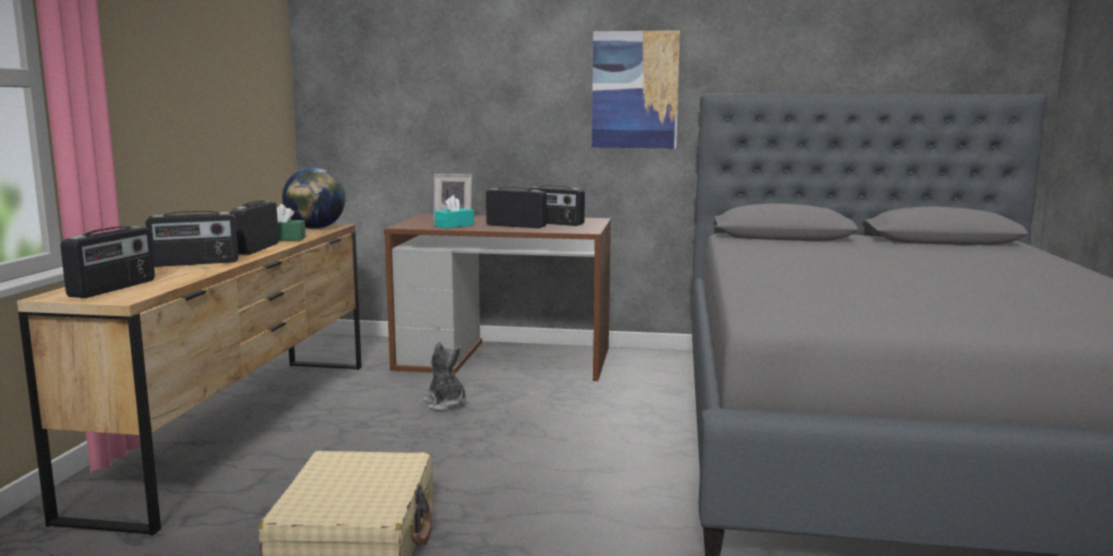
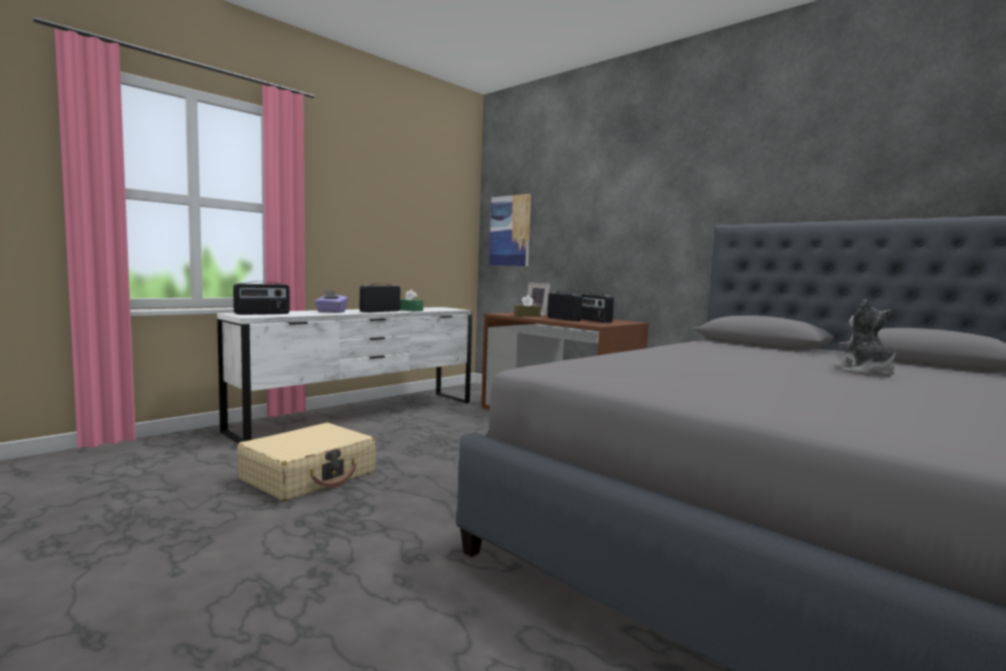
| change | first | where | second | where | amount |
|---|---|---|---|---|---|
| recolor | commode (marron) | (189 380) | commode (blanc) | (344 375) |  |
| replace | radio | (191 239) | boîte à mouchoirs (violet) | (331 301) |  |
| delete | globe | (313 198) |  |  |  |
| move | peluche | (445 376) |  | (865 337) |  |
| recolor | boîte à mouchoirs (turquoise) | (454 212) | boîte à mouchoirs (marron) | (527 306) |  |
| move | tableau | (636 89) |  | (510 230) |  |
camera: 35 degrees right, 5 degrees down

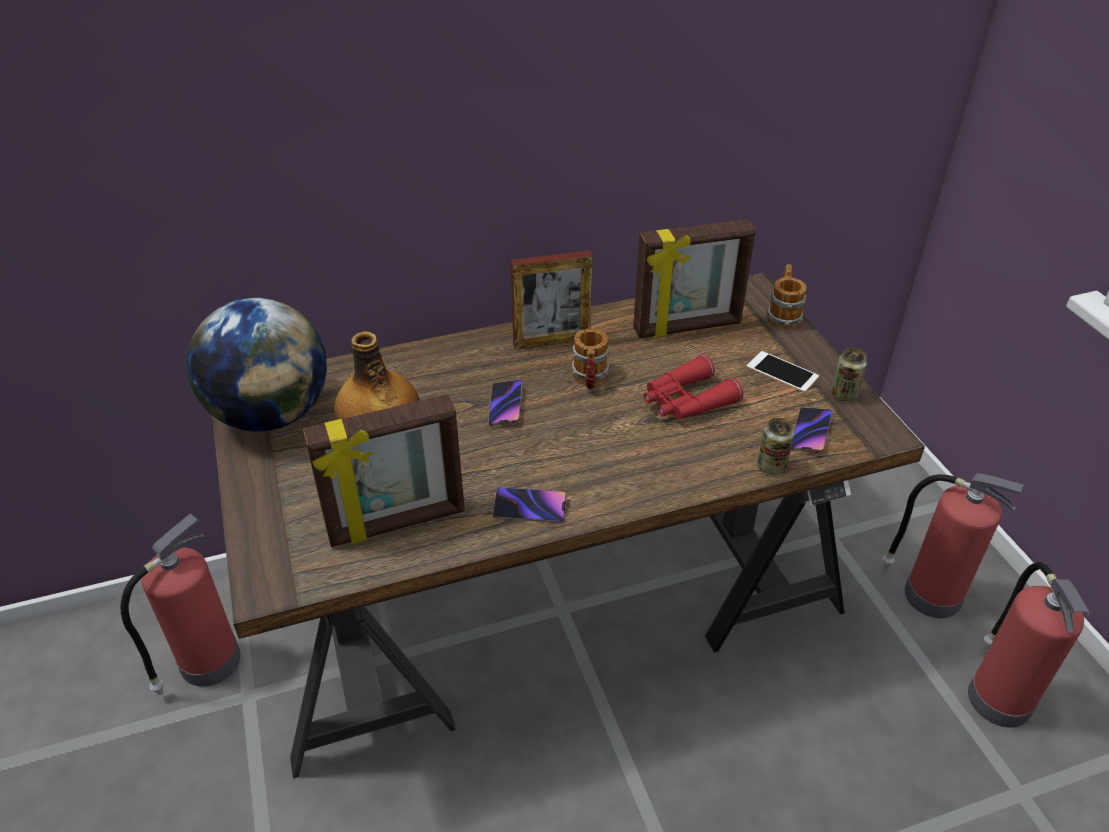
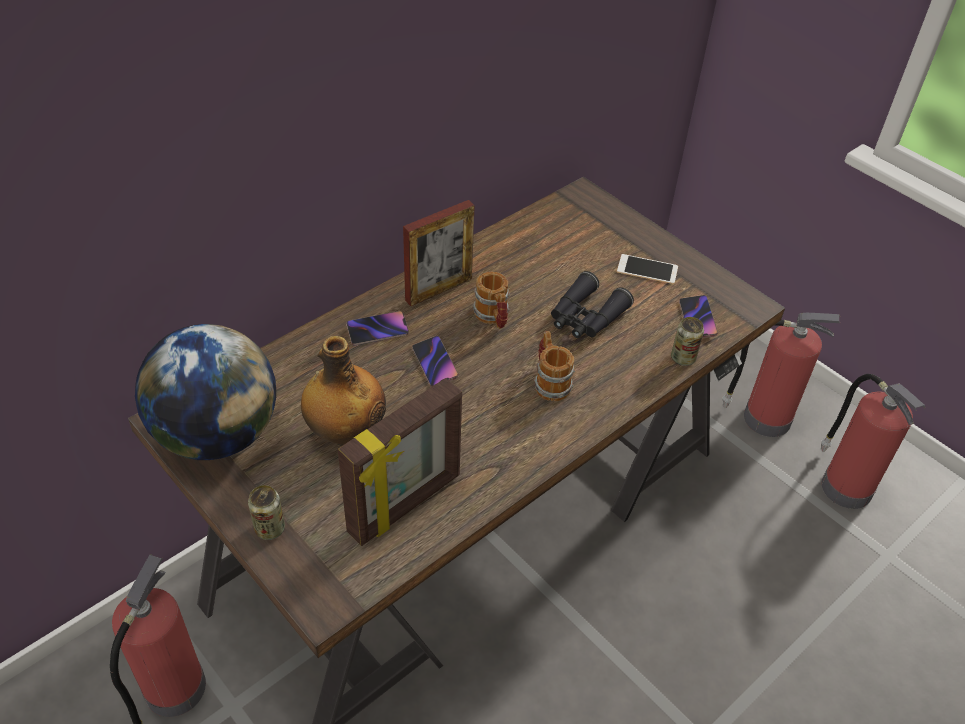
| change | first | where | second | where | amount |
|---|---|---|---|---|---|
| move | téléphone | (530 505) |  | (377 328) |  |
| delete | cadre photo | (694 278) |  |  |  |
| recolor | jumelles (rouge) | (693 387) | jumelles (noir) | (592 304) |  |
| move | mug | (787 296) |  | (554 366) |  |
| move | boîte métallique | (849 374) |  | (266 512) |  |
camera: 25 degrees left, 5 degrees up

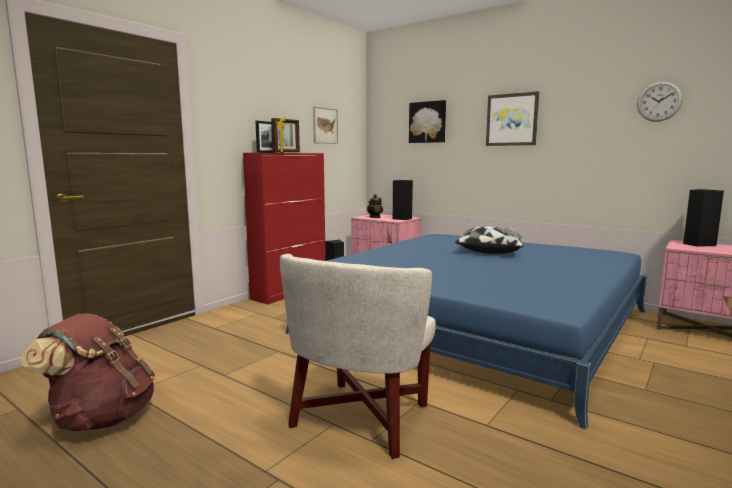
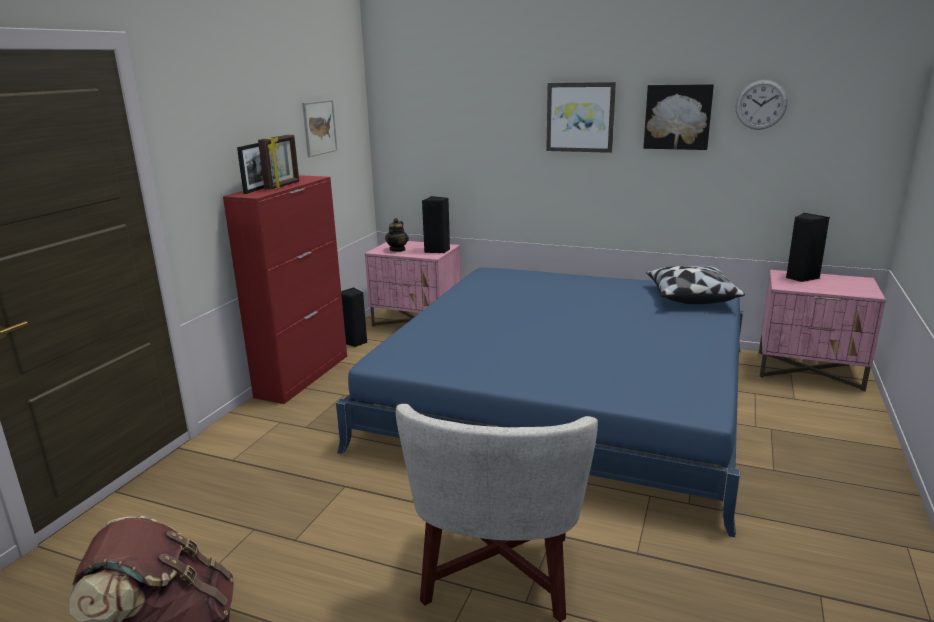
| change | first | where | second | where | amount |
|---|---|---|---|---|---|
| move | tableau | (427 121) |  | (679 117) |  |
| move | coussin | (489 240) |  | (695 285) |  |
camera: 15 degrees left, 10 degrees up

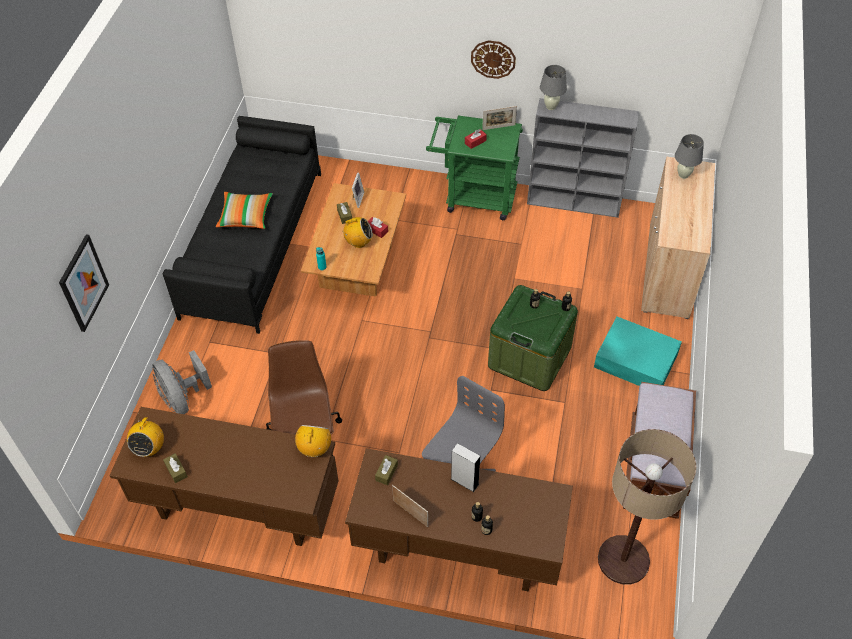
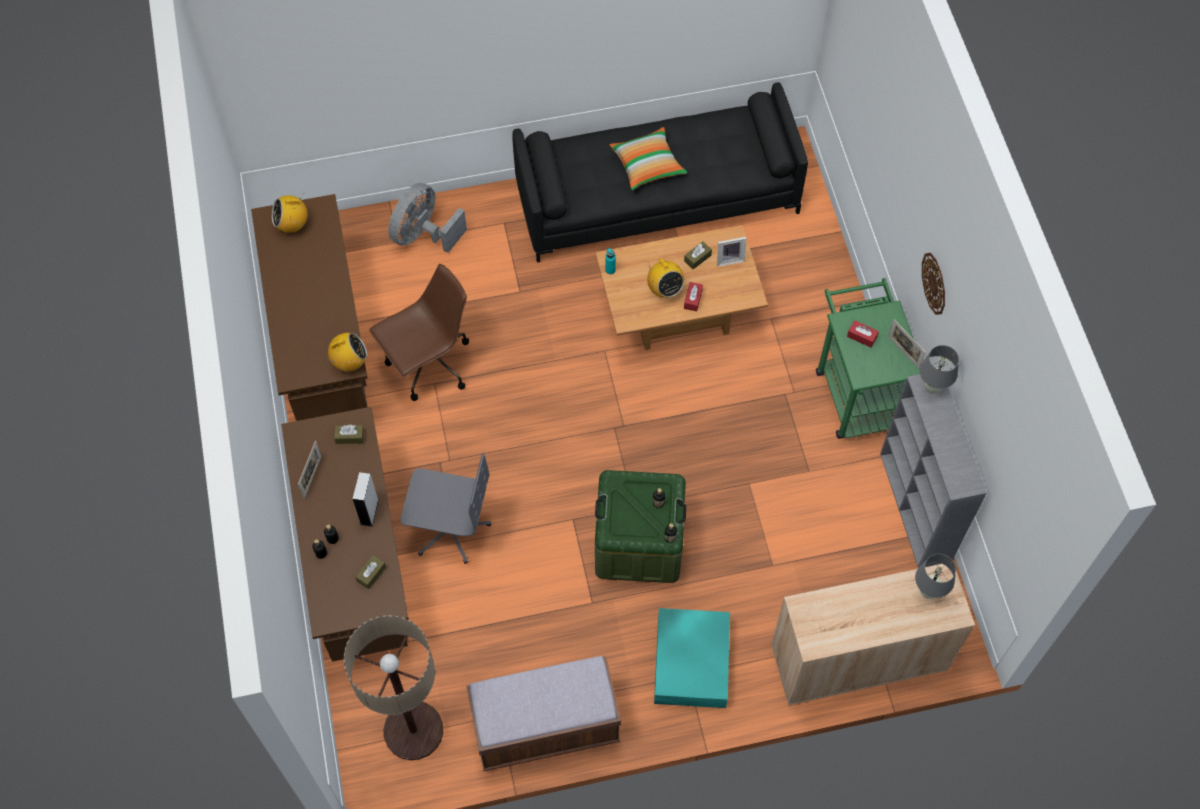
| change | first | where | second | where | amount |
|---|---|---|---|---|---|
| delete | tableau | (84 283) |  |  |  |
| move | boîte à mouchoirs (marron) | (175 468) |  | (370 572) |  |
camera: 65 degrees right, 10 degrees up

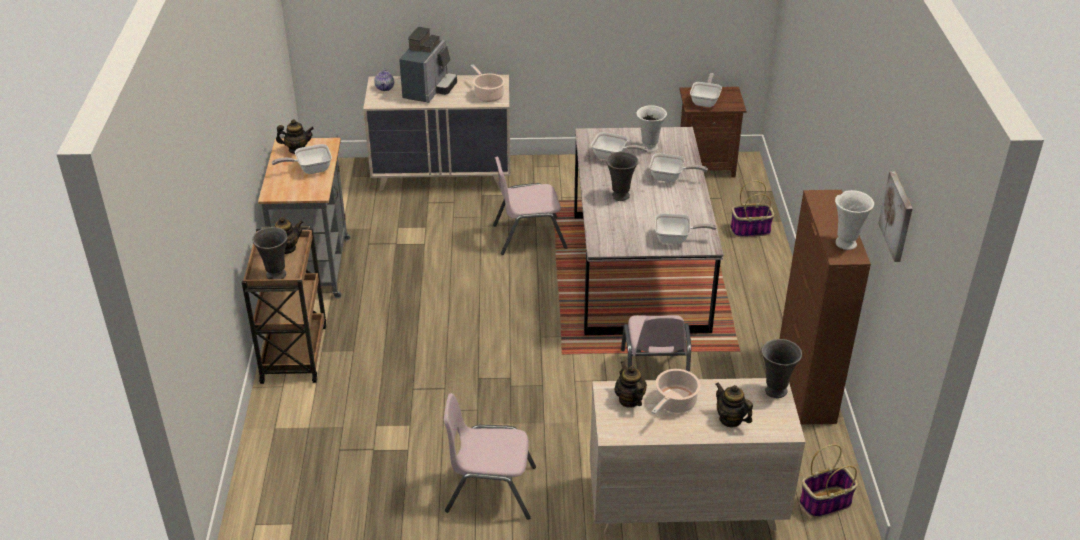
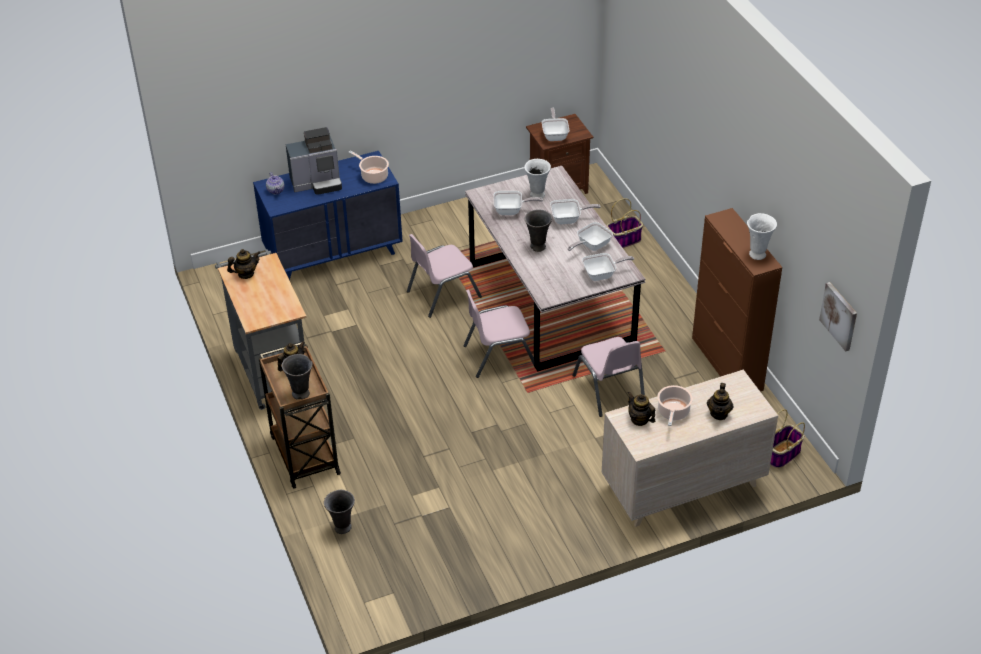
| change | first | where | second | where | amount |
|---|---|---|---|---|---|
| move | poêle | (302 159) |  | (590 236) |  |
| recolor | commode (beige) | (437 133) | commode (bleu) | (328 215) |  |
| rotate | machine à café | (428 65) |  | (314 161) | 75 degrees clockwise |
| move | chaise (rose) | (490 456) |  | (499 334) |  |
| rotate | théière | (734 404) |  | (720 401) | 105 degrees counterclockwise |
| move | vase (gris) | (781 368) |  | (339 512) |  |
| move | tableau | (895 217) |  | (838 317) |  |
camera: 20 degrees left, 5 degrees up

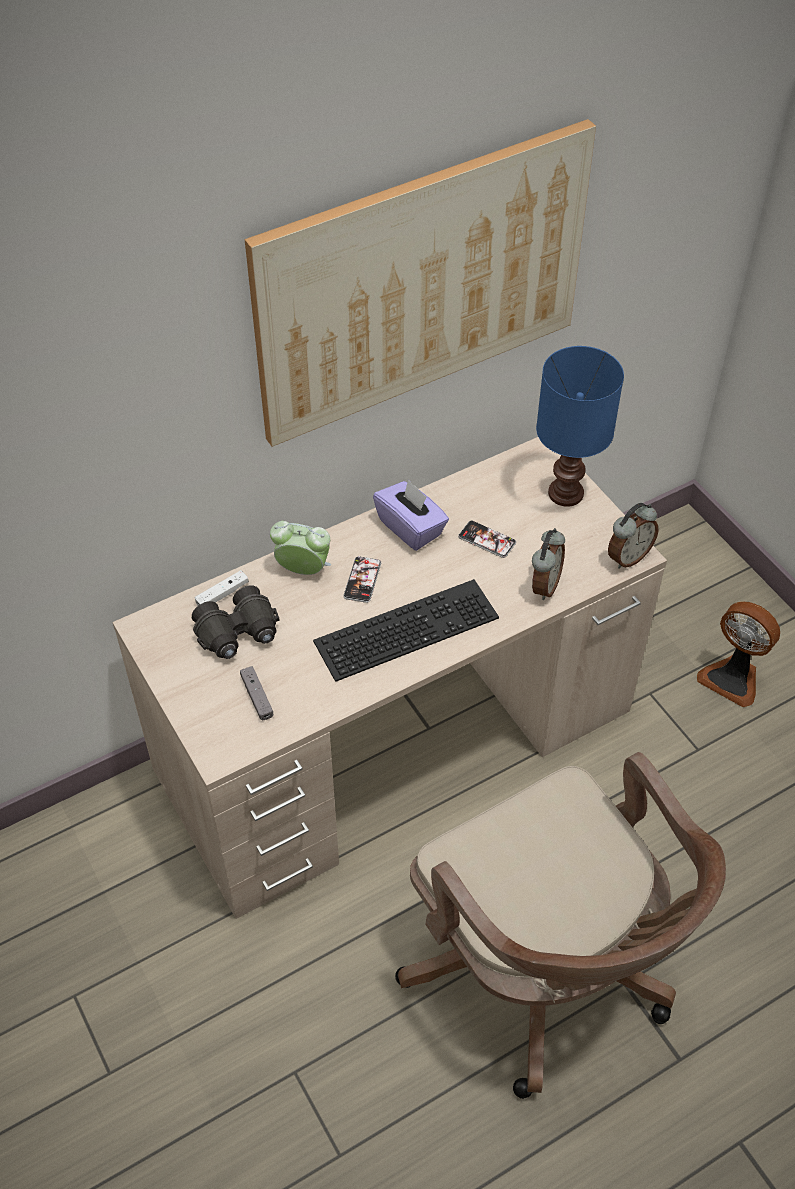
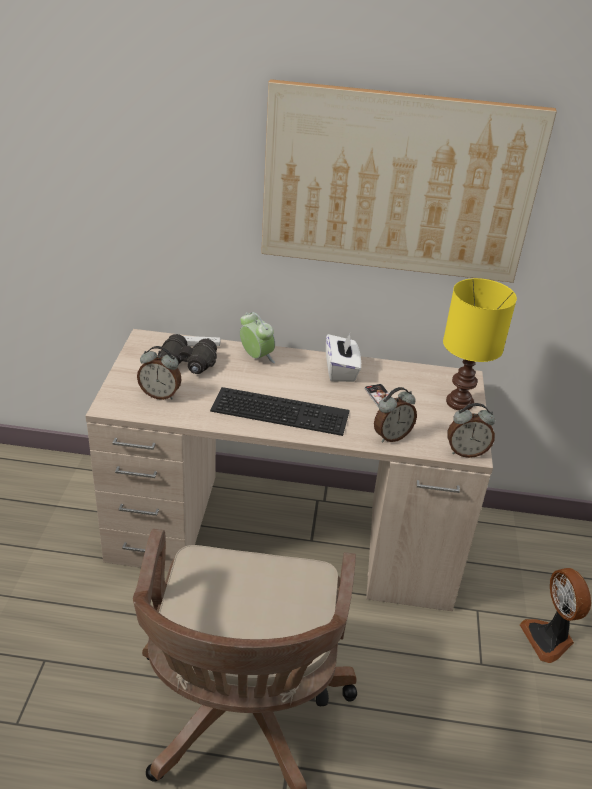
| change | first | where | second | where | amount |
|---|---|---|---|---|---|
| replace | manette (gris) | (256 693) | réveil | (159 373) |  |
| delete | téléphone | (362 579) |  |  |  |
| recolor | boîte à mouchoirs (violet) | (411 515) | boîte à mouchoirs (blanc) | (343 357) |  |
| recolor | lampe de table (bleu) | (580 426) | lampe de table (jaune) | (480 344) |  |
camera: 35 degrees right, 15 degrees down

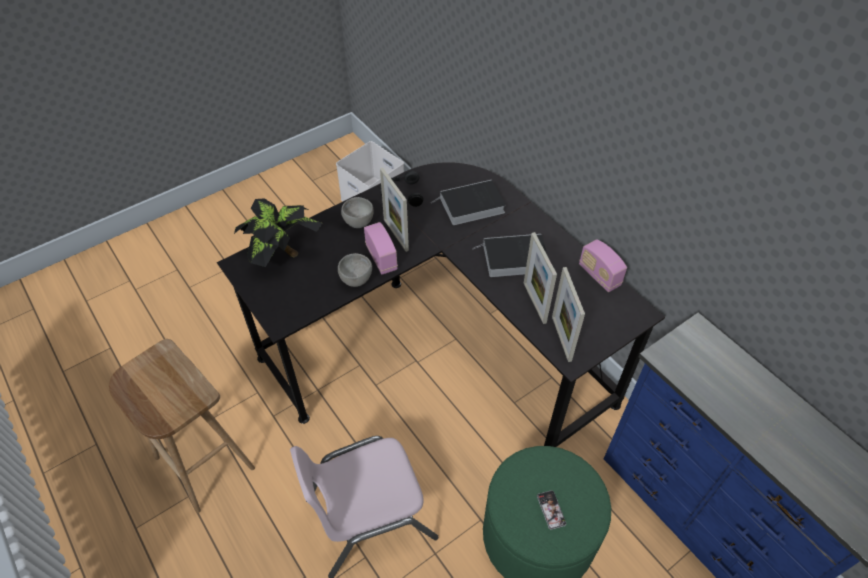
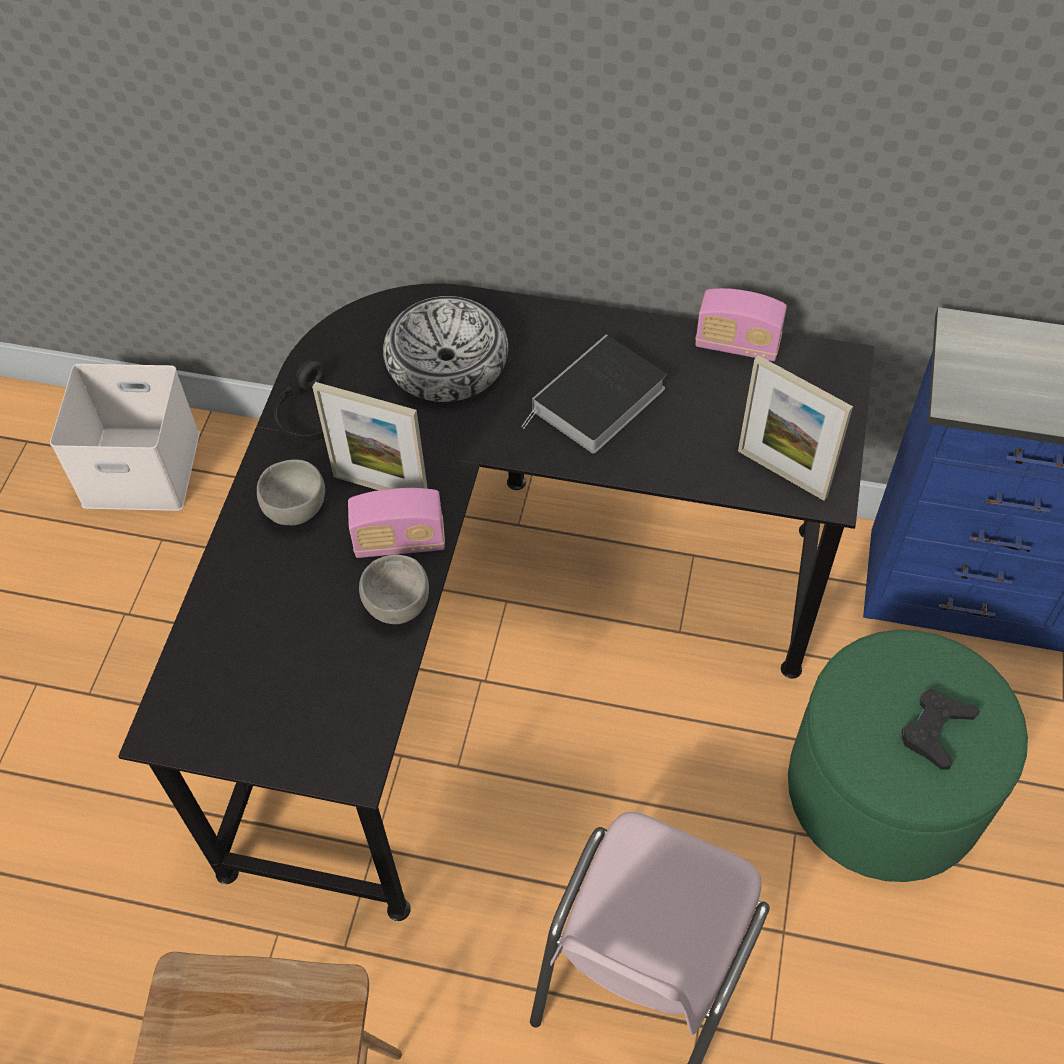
| change | first | where | second | where | amount |
|---|---|---|---|---|---|
| delete | plante en pot | (278 233) |  |  |  |
| rotate | radio | (381 248) |  | (396 523) | 150 degrees clockwise |
| replace | livre | (469 202) | bol | (445 349) |  |
| delete | cadre photo | (540 278) |  |  |  |
| replace | téléphone | (551 510) | manette (noir) | (940 729) |  |
camera: 40 degrees left, 5 degrees up

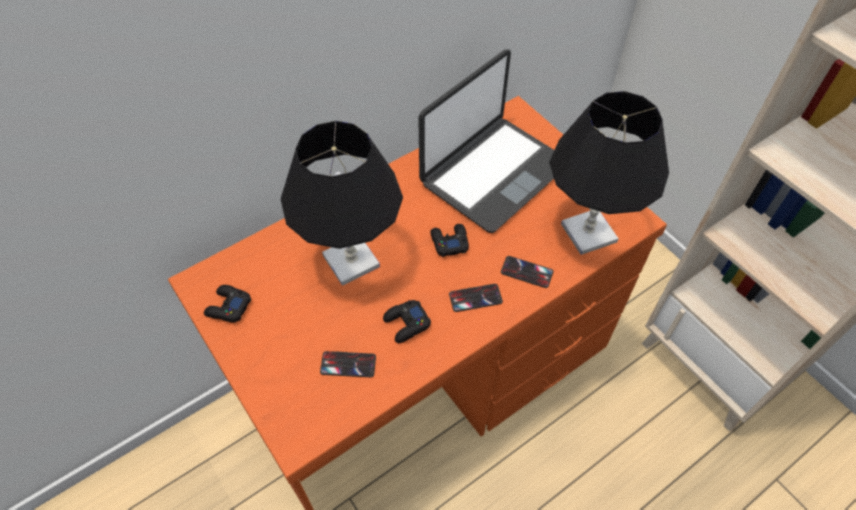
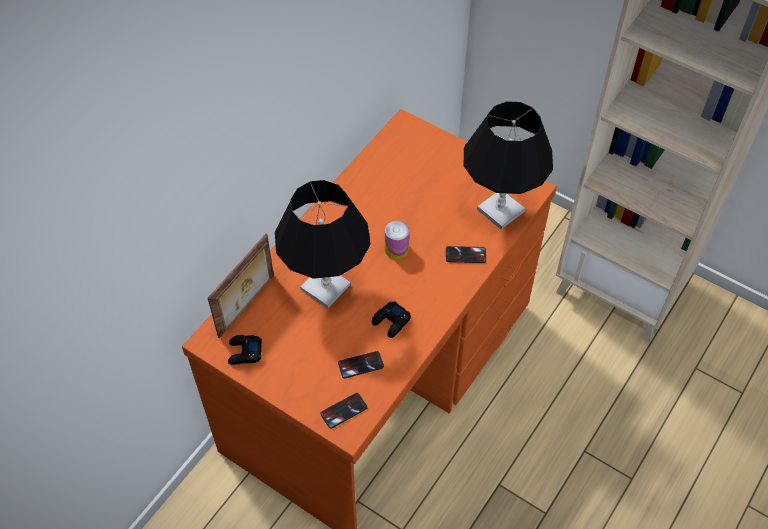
| change | first | where | second | where | amount |
|---|---|---|---|---|---|
| delete | ordinateur portable | (486 141) |  |  |  |
| replace | manette (noir) | (449 240) | boîte métallique | (397 240) |  |
| move | téléphone | (476 298) |  | (344 411) |  |
| insert |  |  | cadre photo | (241 286) |  |
camera: 20 degrees left, 0 degrees up

